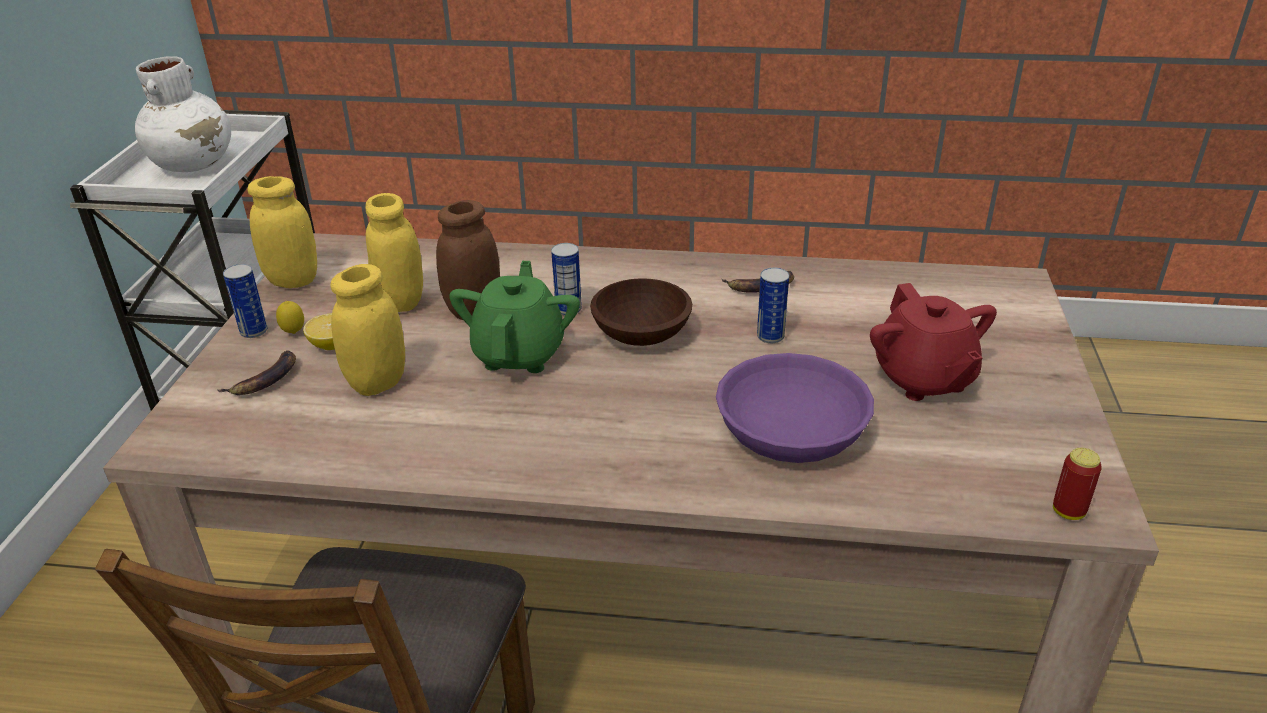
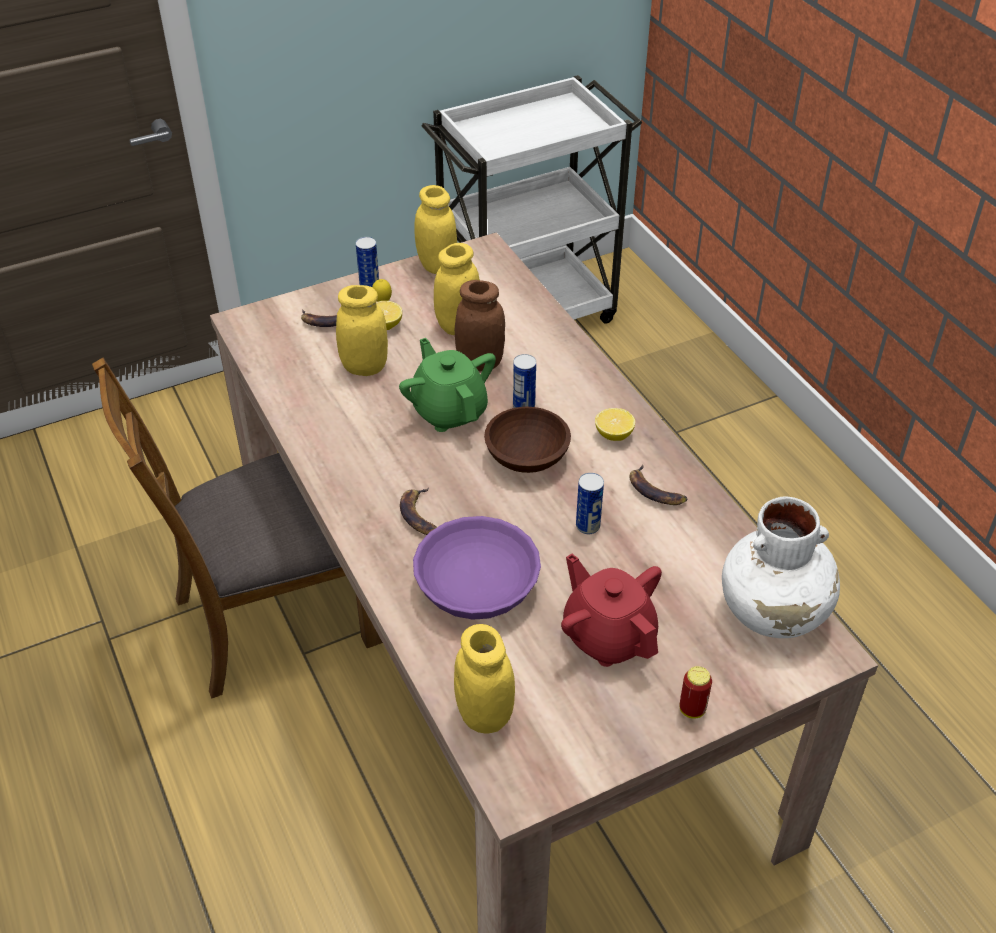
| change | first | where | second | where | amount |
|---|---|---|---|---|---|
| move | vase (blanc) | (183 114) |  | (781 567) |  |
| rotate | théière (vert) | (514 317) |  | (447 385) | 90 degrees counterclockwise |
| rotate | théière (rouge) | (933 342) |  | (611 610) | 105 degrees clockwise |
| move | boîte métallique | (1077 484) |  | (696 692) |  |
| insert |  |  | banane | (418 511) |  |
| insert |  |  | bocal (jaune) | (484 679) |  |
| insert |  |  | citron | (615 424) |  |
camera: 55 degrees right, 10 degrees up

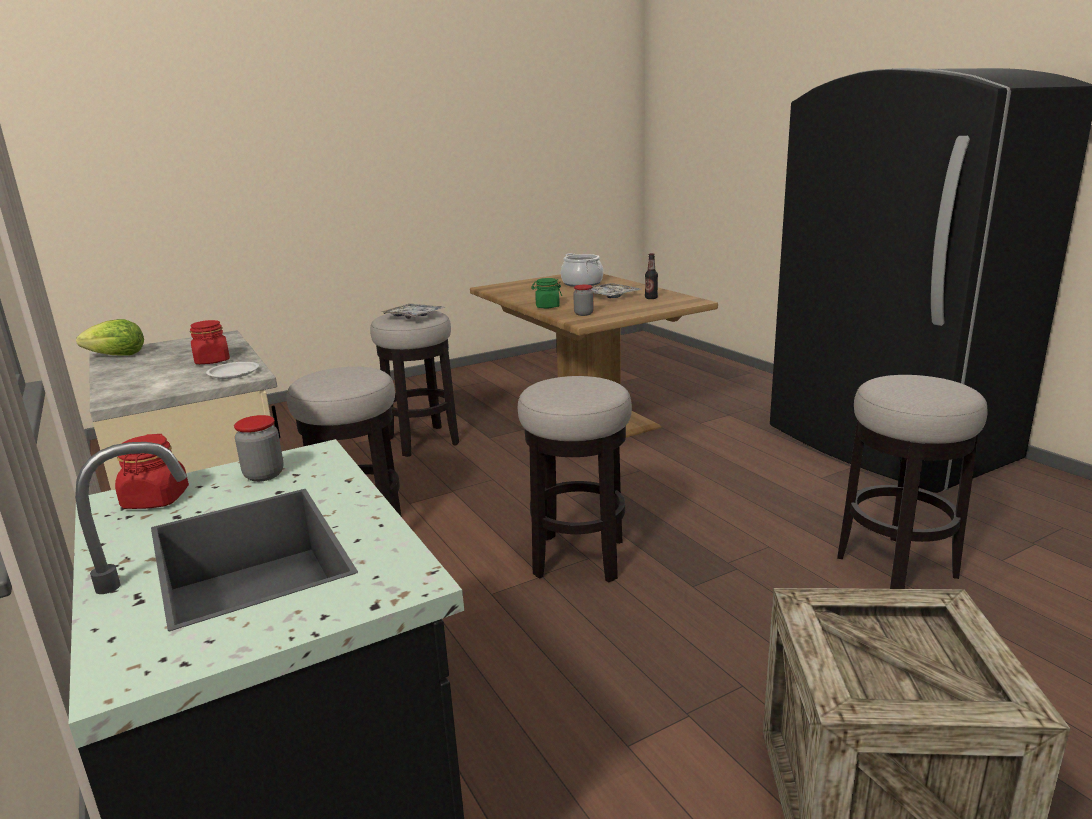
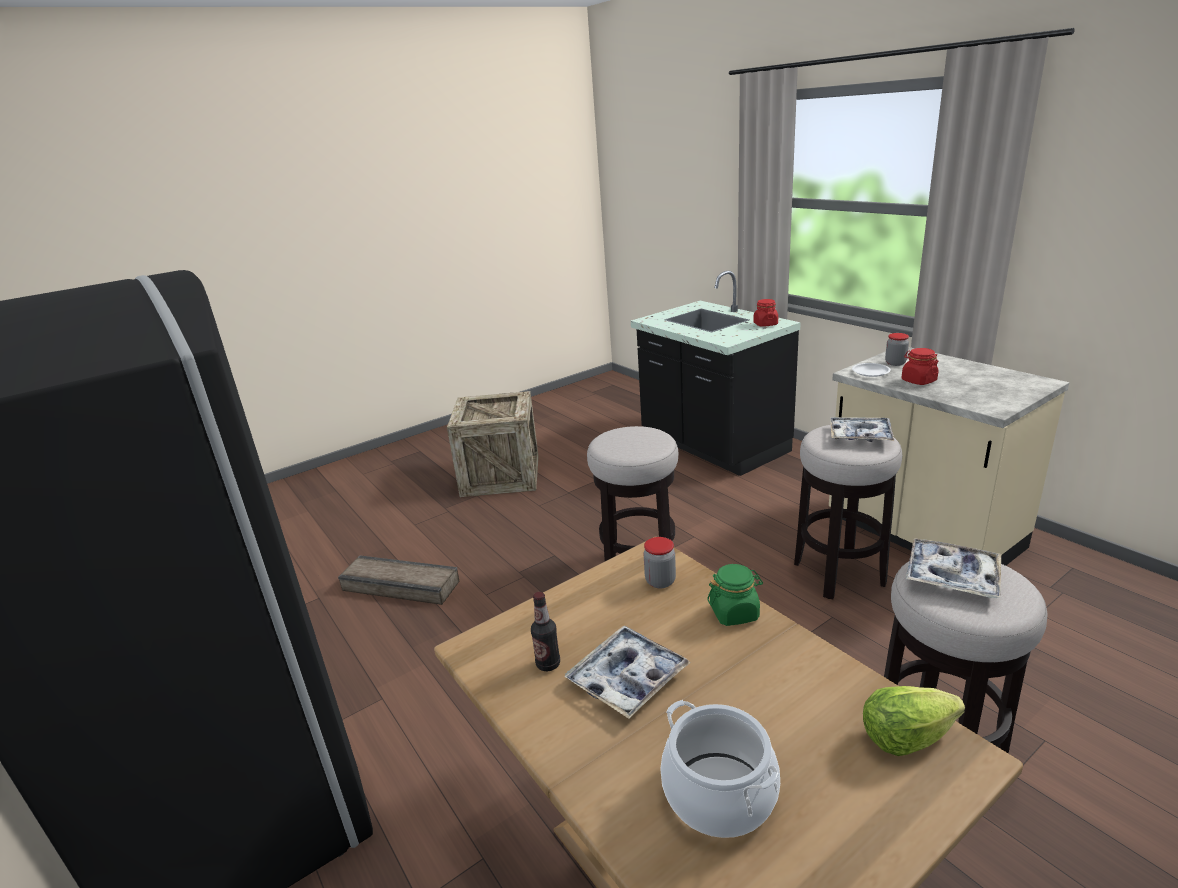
| change | first | where | second | where | amount |
|---|---|---|---|---|---|
| move | laitue | (110 337) |  | (914 721) |  |
| move | bocal | (259 448) |  | (897 349) |  |
| replace | tabouret | (912 482) | caisse | (398 580) |  |
| insert |  |  | plateau | (862 429) |  |
camera: 175 degrees right, 5 degrees up

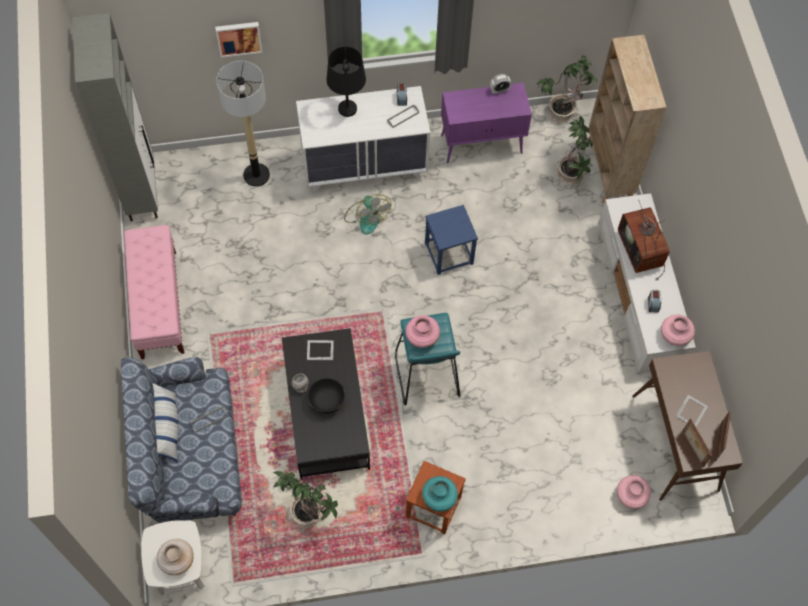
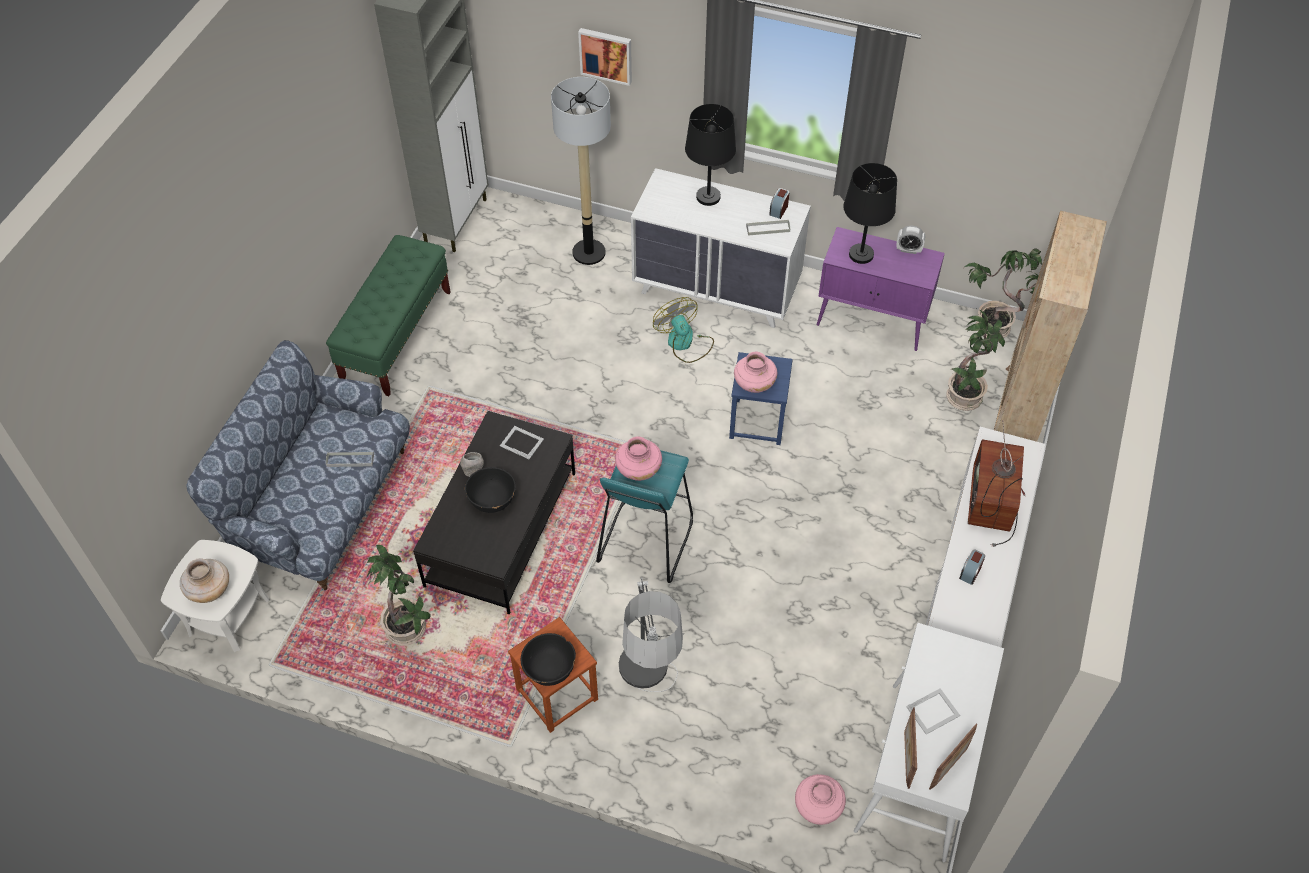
| change | first | where | second | where | amount |
|---|---|---|---|---|---|
| recolor | banc (rose) | (154 292) | banc (vert) | (388 315) |  |
| delete | coussin | (165 422) |  |  |  |
| rotate | ventilateur | (367 214) |  | (683 330) | 150 degrees clockwise |
| replace | vase (turquoise) | (440 494) | bol (noir) | (548 659) |  |
| recolor | table console (marron) | (687 426) | table console (blanc) | (929 742) |  |
| move | vase (rose) | (678 330) |  | (755 372) |  |
| insert |  |  | lampadaire | (651 635) |  |
| insert |  |  | lampe de table (noir) | (870 213) |  |
camera: 30 degrees right, 10 degrees down

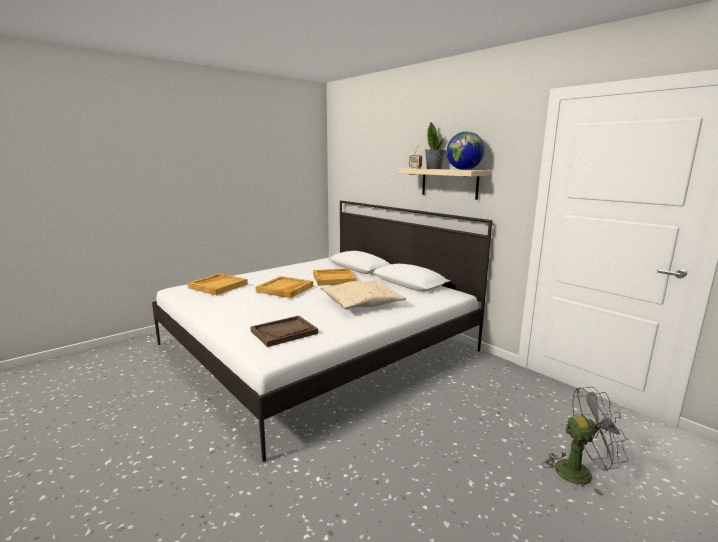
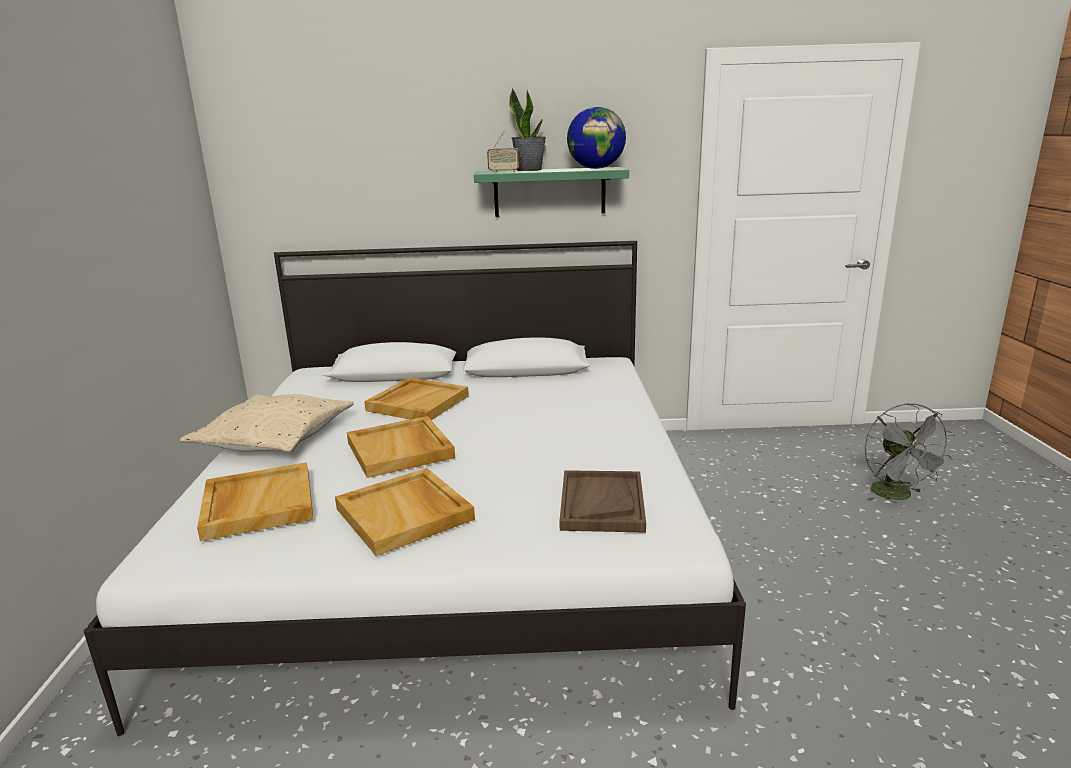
| change | first | where | second | where | amount |
|---|---|---|---|---|---|
| move | coussin (beige) | (363 294) |  | (267 423) |  |
| recolor | étagère (beige) | (444 184) | étagère (vert) | (551 192) |  |
| rotate | ventilateur (gris) | (585 441) |  | (910 452) | 135 degrees clockwise |
| insert |  |  | plateau (beige) | (405 512) |  |
camera: 50 degrees left, 5 degrees up

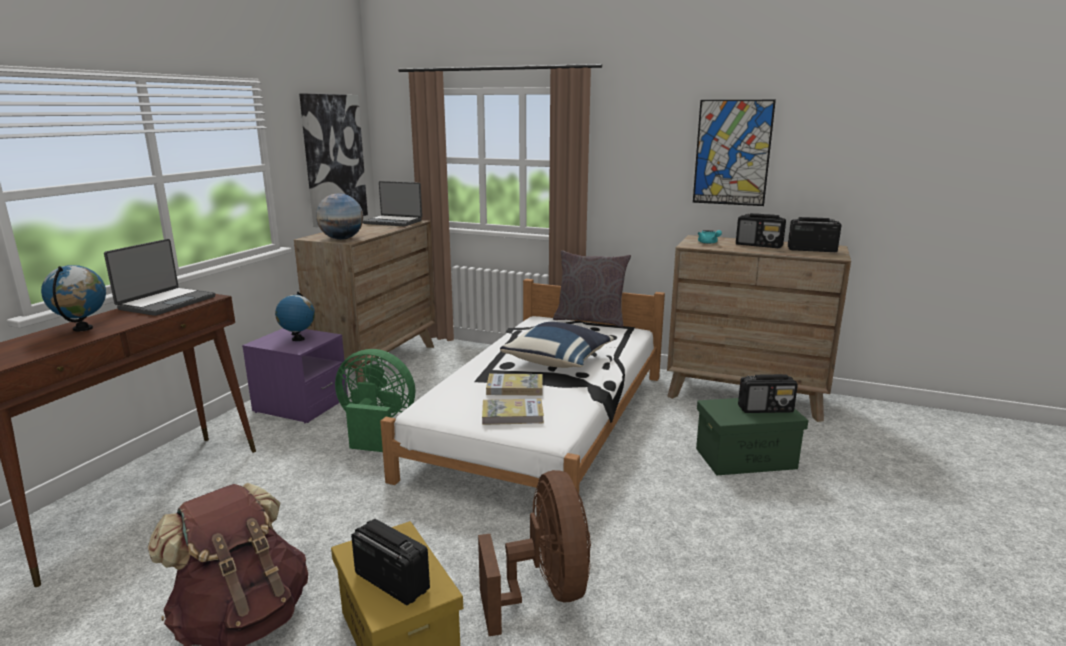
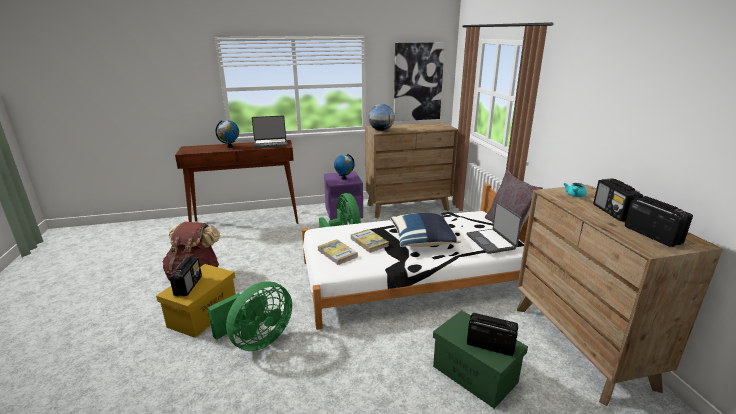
| change | first | where | second | where | amount |
|---|---|---|---|---|---|
| move | ordinateur portable | (392 203) |  | (494 228) |  |
| recolor | ventilateur (marron) | (534 553) | ventilateur (vert) | (250 316) |  |
| delete | tableau | (734 153) |  |  |  |
| rotate | radio | (768 393) |  | (492 334) | 150 degrees clockwise |
camera: 55 degrees right, 5 degrees up

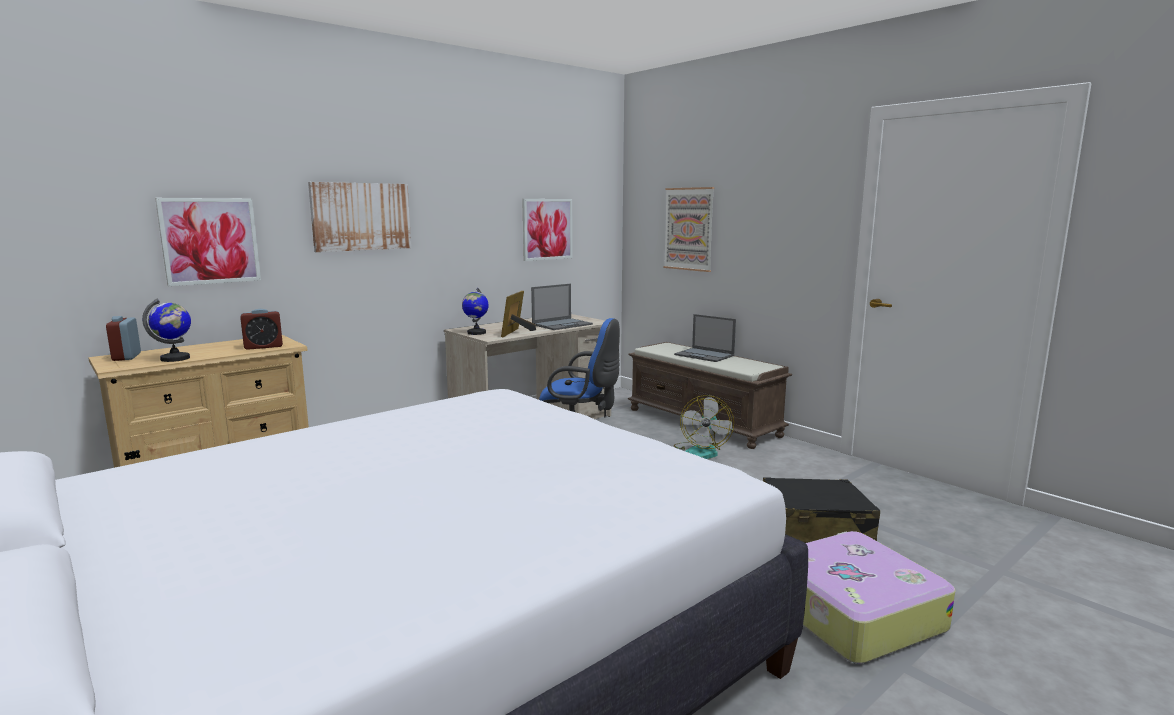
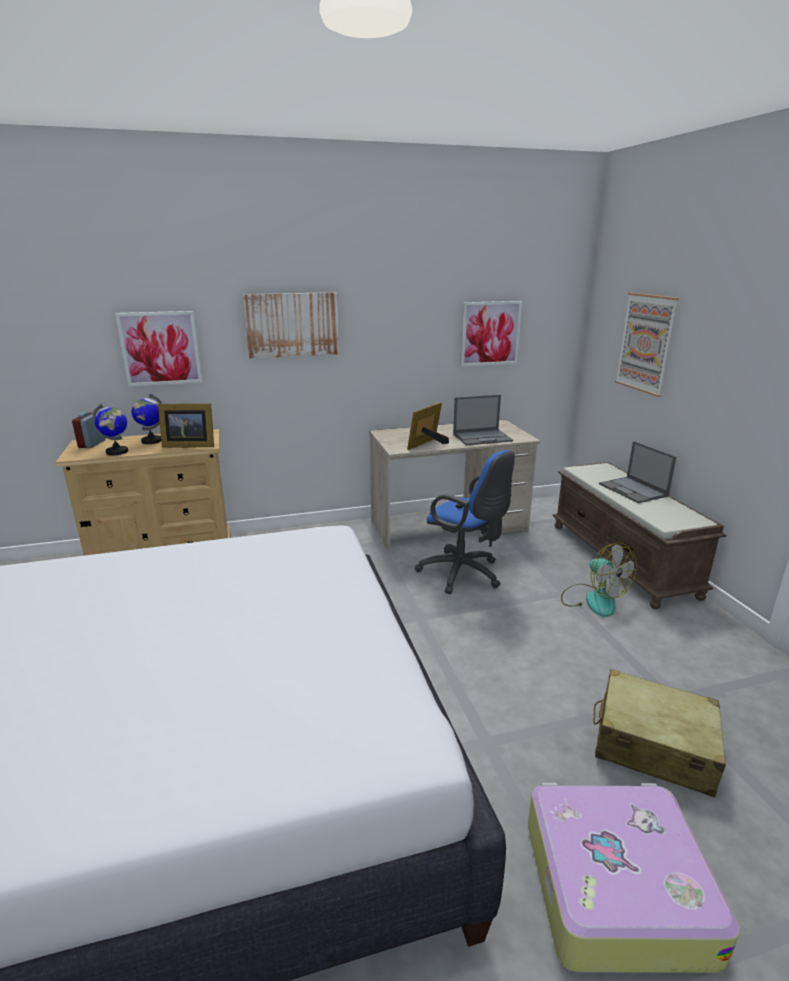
| change | first | where | second | where | amount |
|---|---|---|---|---|---|
| replace | réveil | (261 329) | cadre photo | (186 425) |  |
| move | globe | (475 311) |  | (146 419) |  |
| rotate | ventilateur | (704 427) |  | (599 579) | 75 degrees counterclockwise |
| recolor | valise (noir) | (821 510) | valise (beige) | (660 733) |  |
camera: 25 degrees right, 10 degrees up

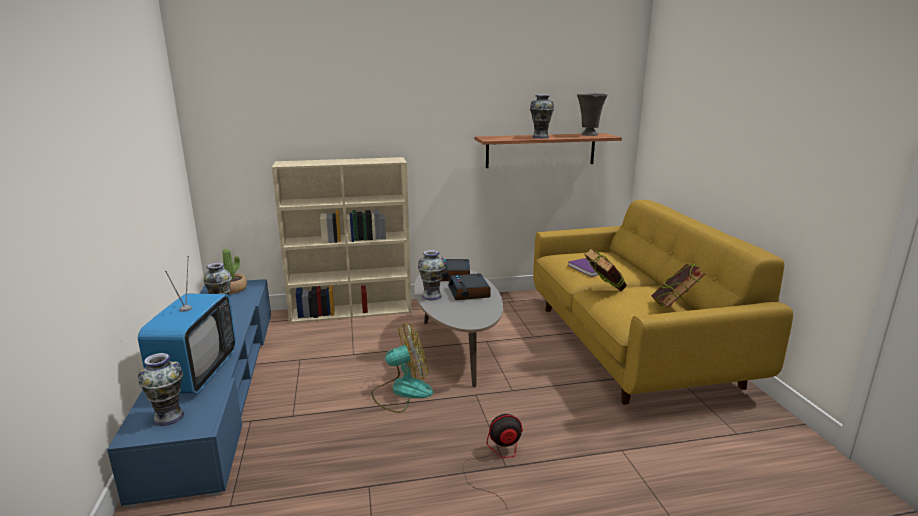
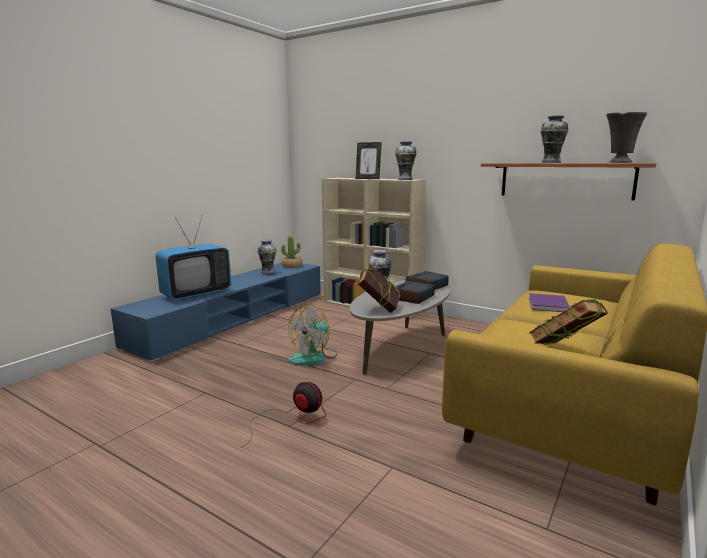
| change | first | where | second | where | amount |
|---|---|---|---|---|---|
| move | vase | (161 389) |  | (406 160) |  |
| rotate | ventilateur | (402 368) |  | (313 334) | 105 degrees clockwise |
| move | livre | (605 269) |  | (379 288) |  |
| insert |  |  | cadre photo | (369 160) |  |
camera: 45 degrees right, 5 degrees down

